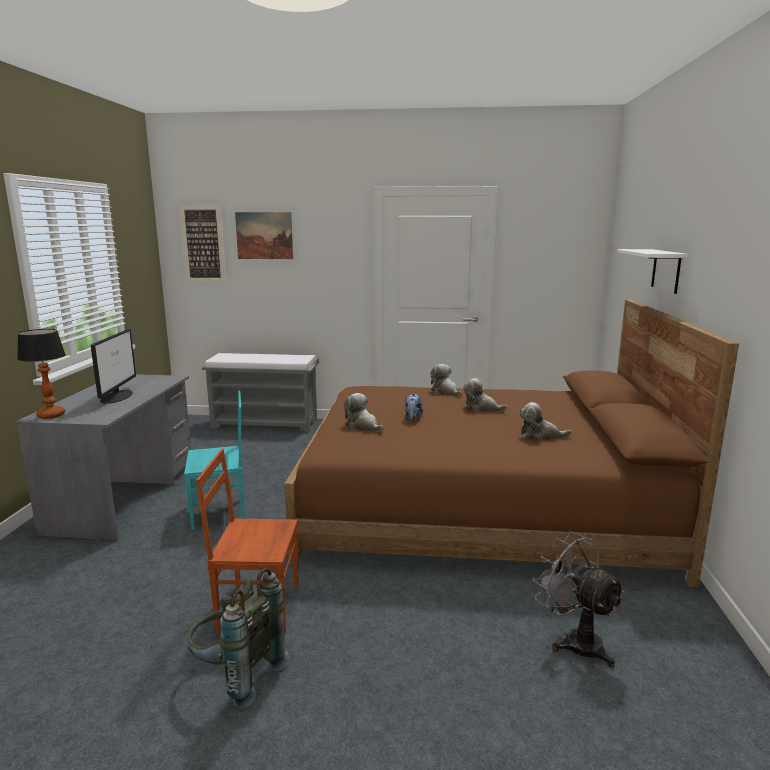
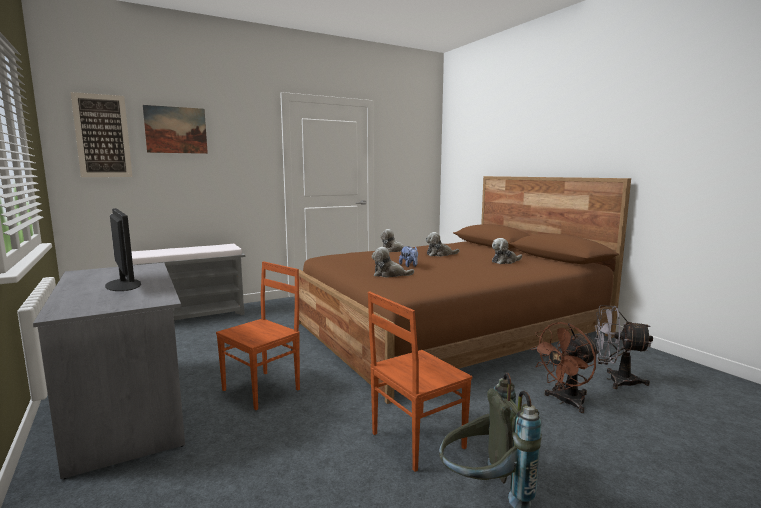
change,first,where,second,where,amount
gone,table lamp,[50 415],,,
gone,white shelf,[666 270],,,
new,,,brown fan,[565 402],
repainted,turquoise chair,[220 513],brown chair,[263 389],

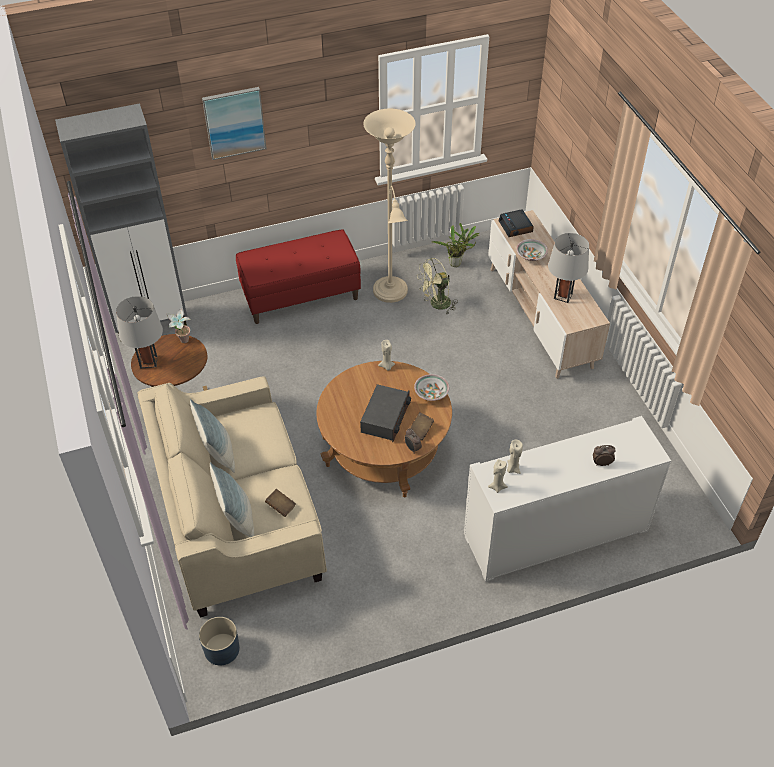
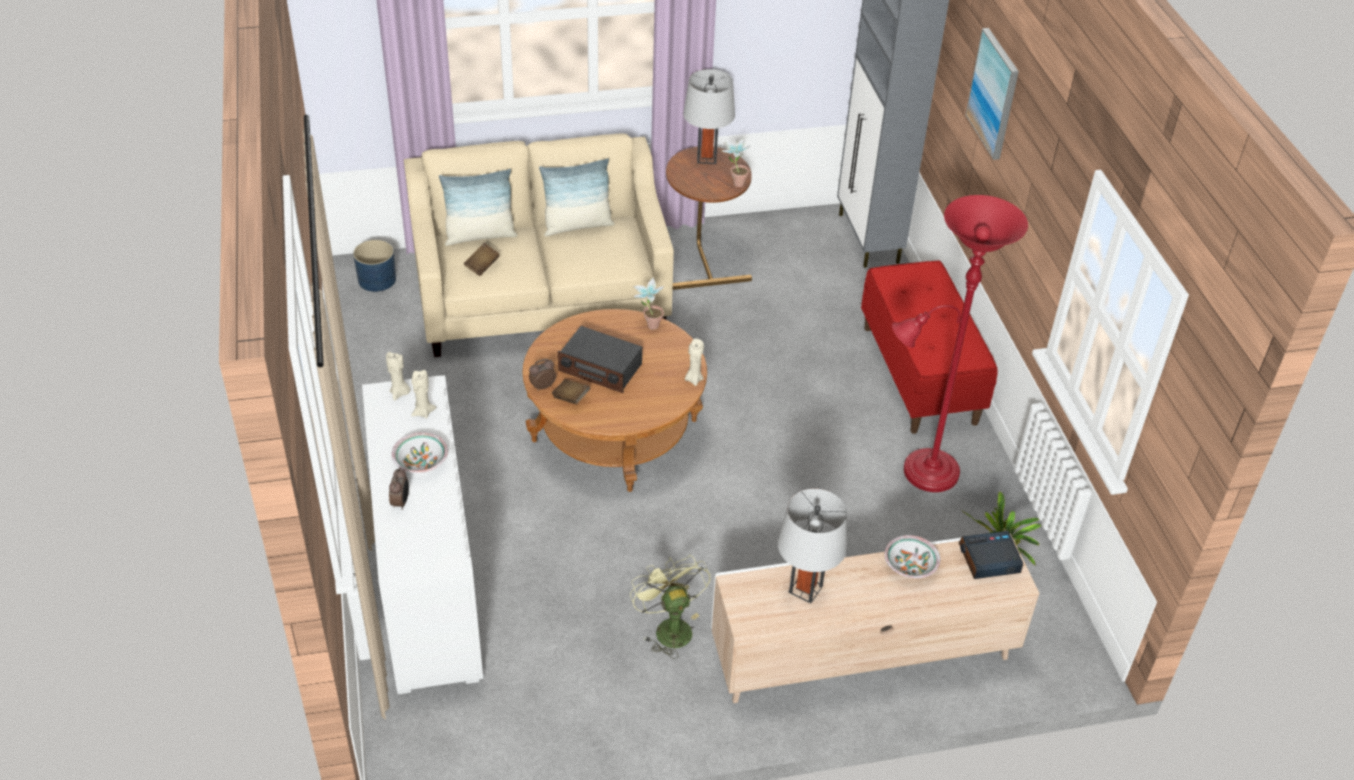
change,first,where,second,where,amount
new,,,potted plant,[648 325],
shifted,bowl,[431 393],,[421 462],
shifted,green fan,[436 305],,[669 627],
repainted,beige floor lamp,[391 294],red floor lamp,[923 472],

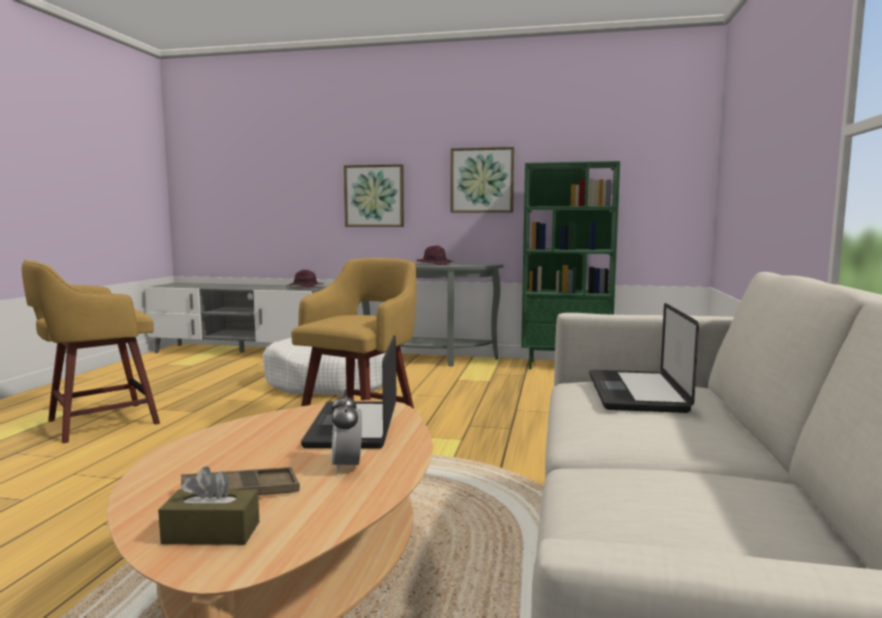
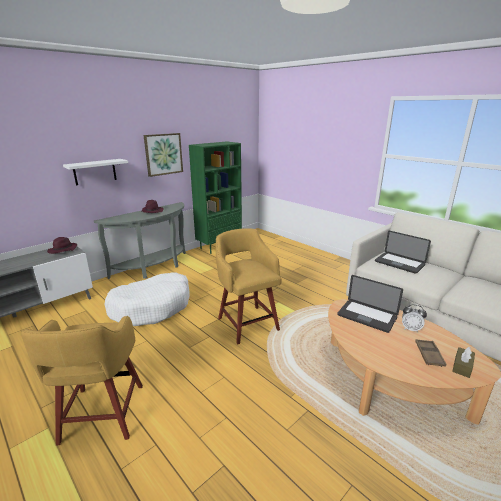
change,first,where,second,where,amount
swapped,picture,[374 196],white shelf,[95 172],

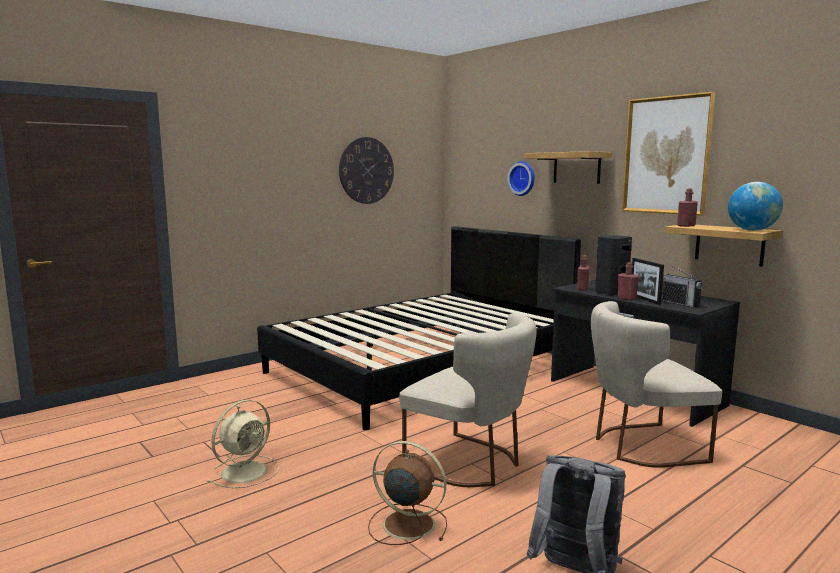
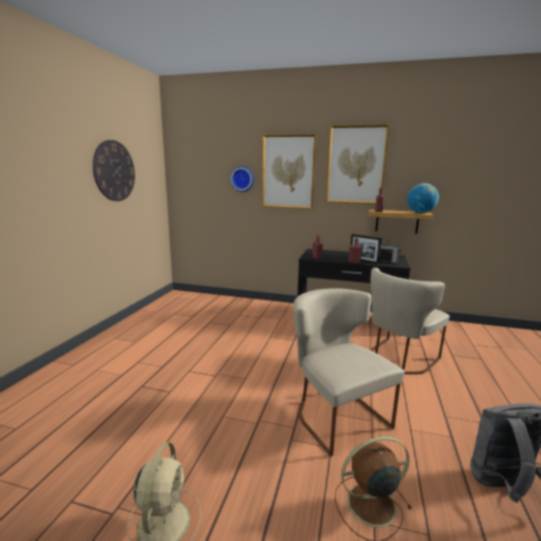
change,first,where,second,where,amount
gone,black bed,[422 367],,,
gone,black speaker,[610 292],,,
swapped,shelf,[576 168],picture,[288 172],
rotated,beige chair,[471 464],,[336 414],120 degrees counterclockwise

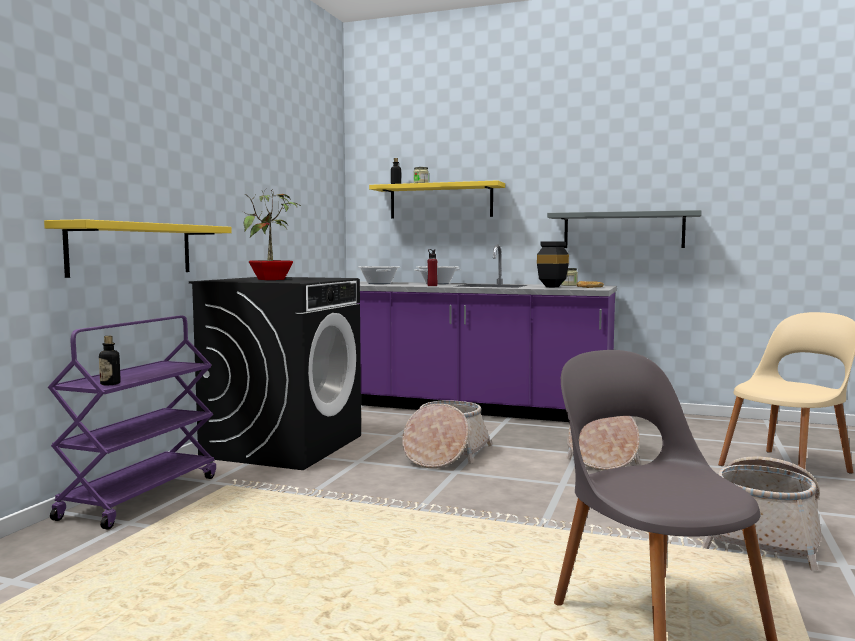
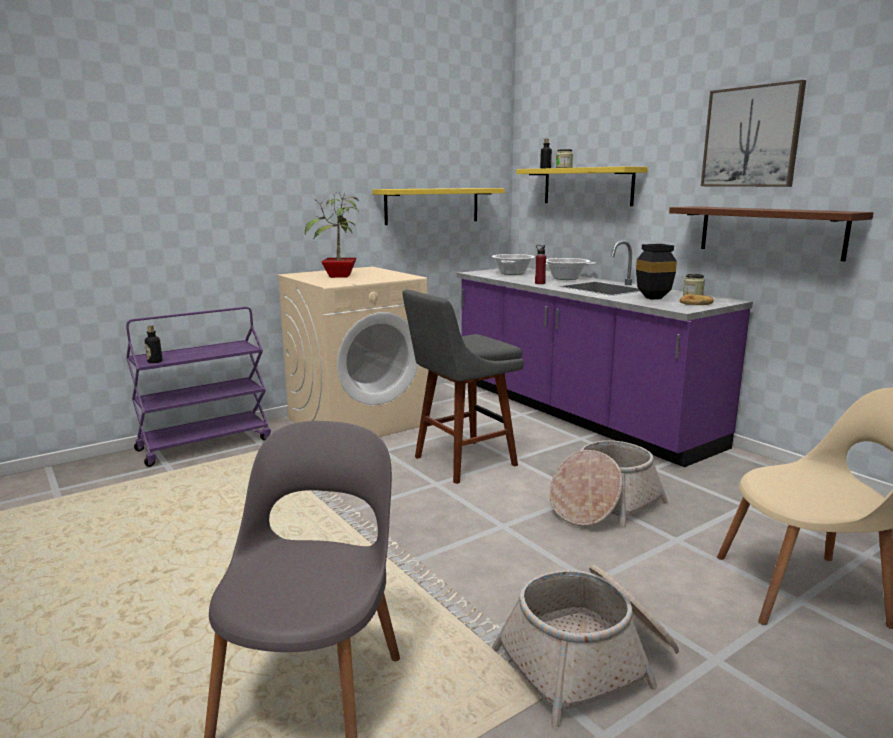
change,first,where,second,where,amount
new,,,picture,[751 137],
shifted,yellow shelf,[132 249],,[432 205],
swapped,basket,[445 454],grey stool,[460 462],
repainted,black washing machine,[284 446],beige washing machine,[358 421],
repainted,grey shelf,[623 230],brown shelf,[770 231],

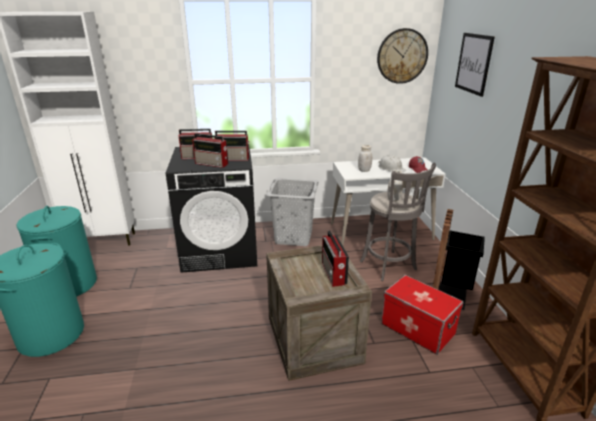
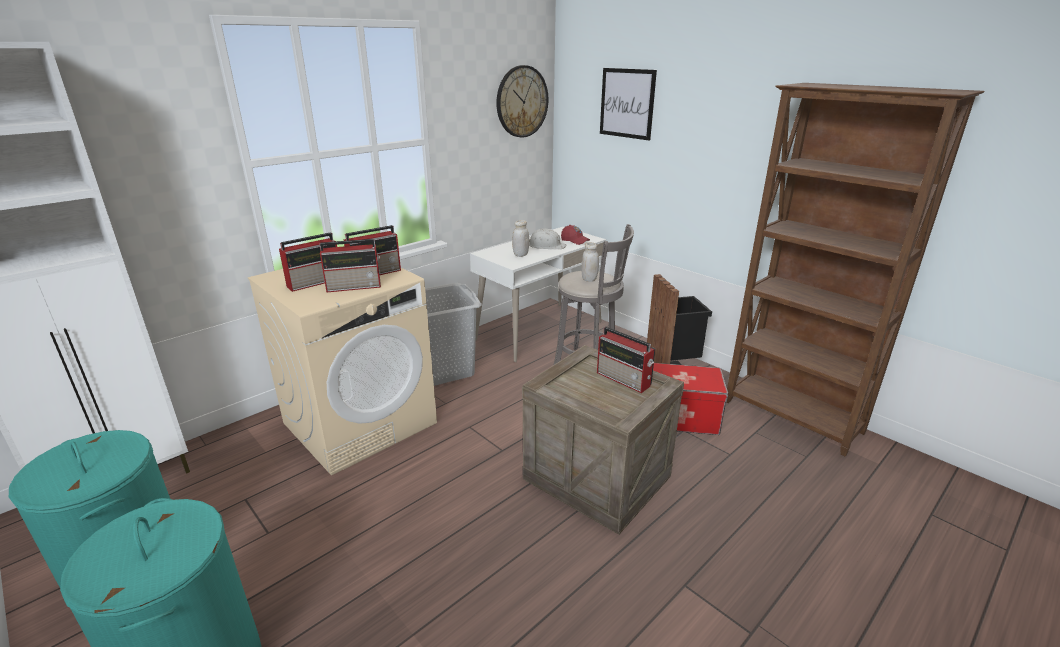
change,first,where,second,where,amount
repainted,black washing machine,[220 250],beige washing machine,[361 422],

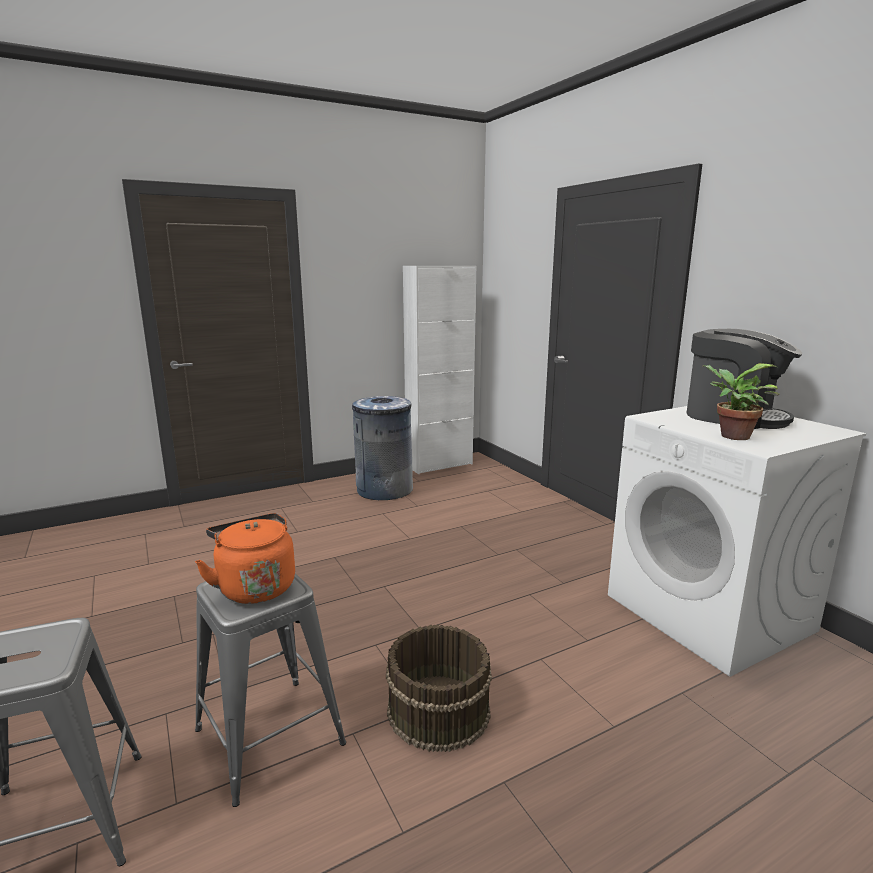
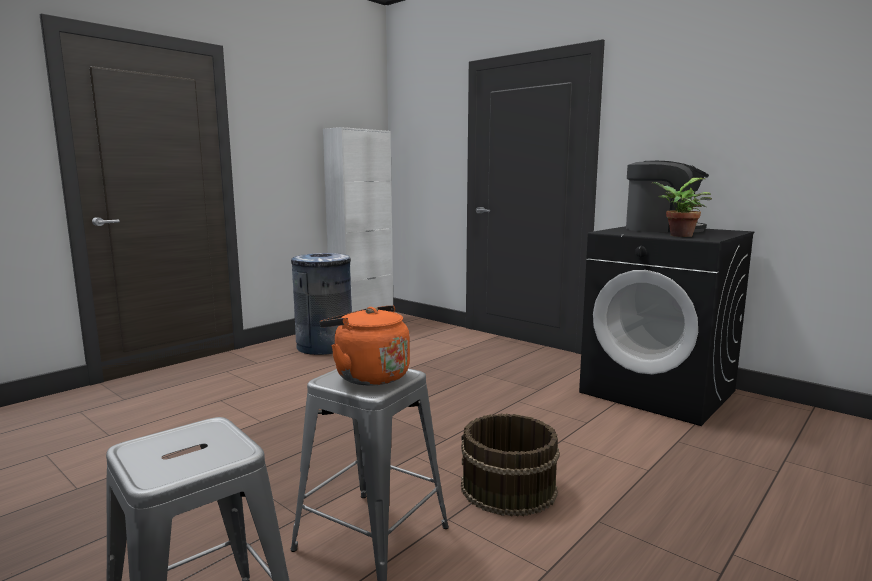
change,first,where,second,where,amount
repainted,white washing machine,[709 613],black washing machine,[658 392],

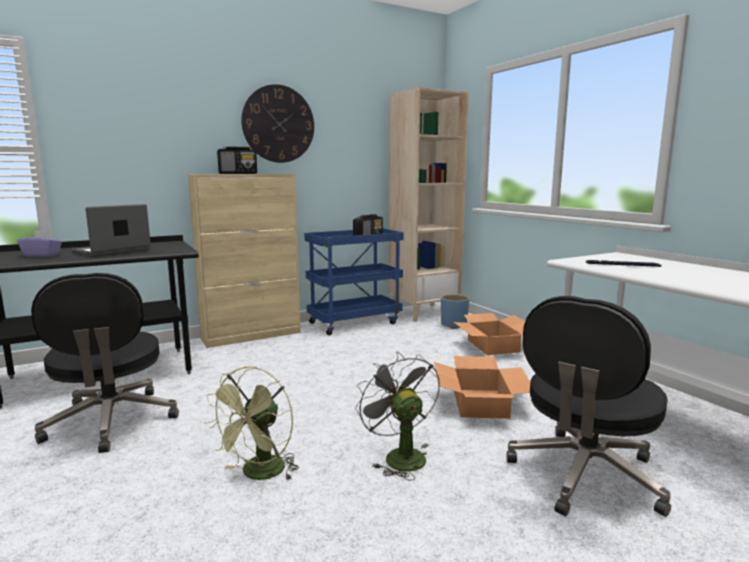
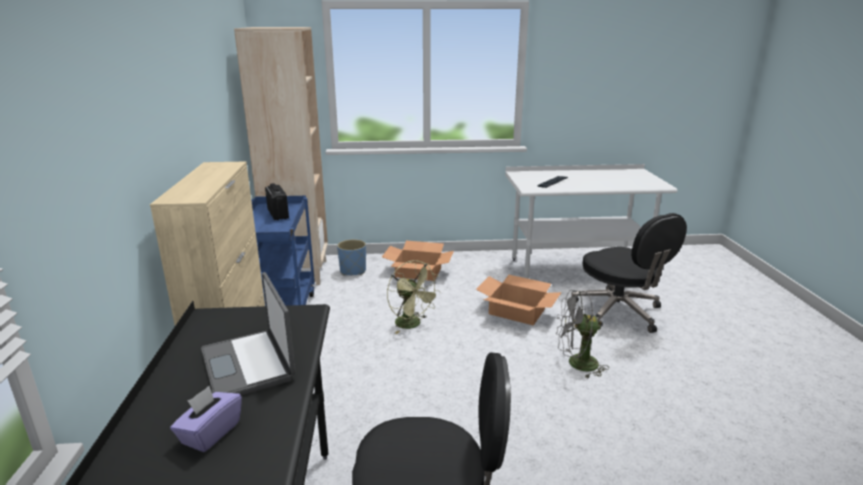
change,first,where,second,where,amount
gone,radio,[238 173],,,
gone,wall clock,[278 124],,,
shifted,green fan,[259 474],,[412 324],

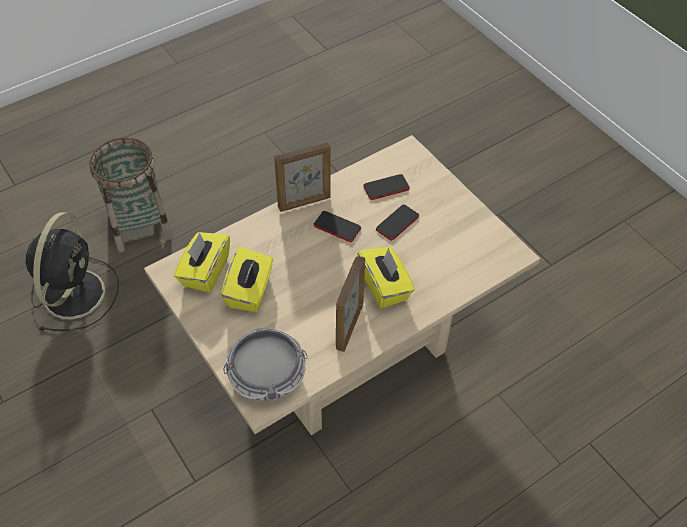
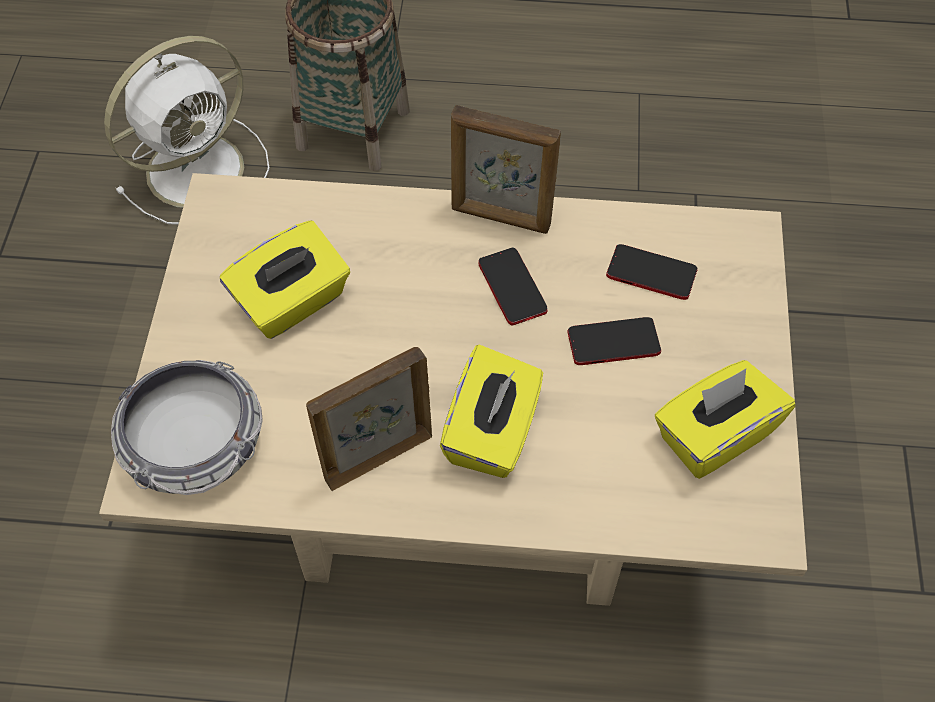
change,first,where,second,where,amount
shifted,yellow tissue box,[205 272],,[714 435],
repainted,black fan,[75 291],white fan,[199 168],

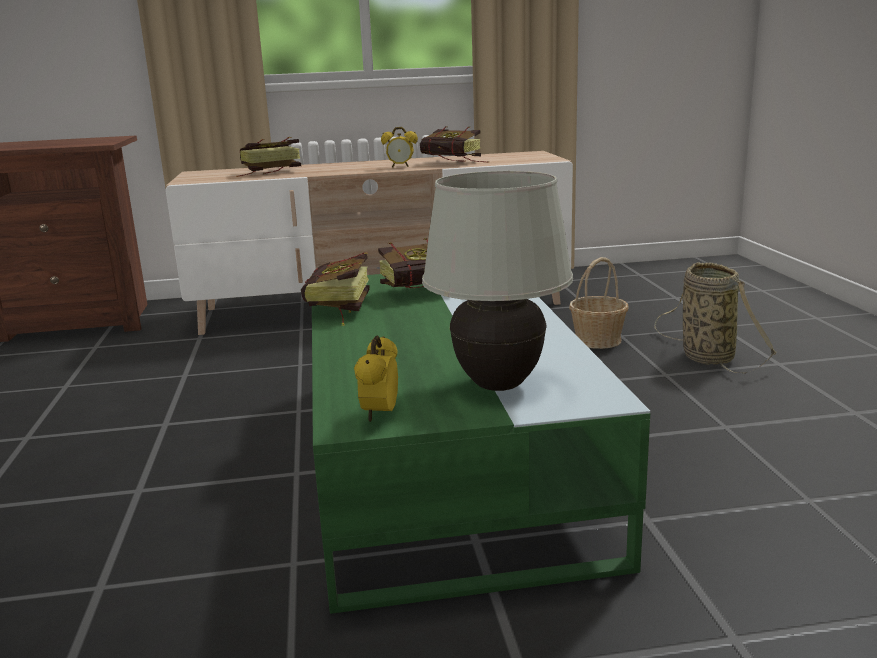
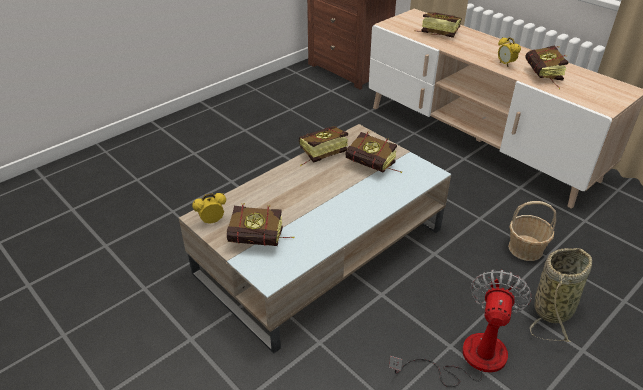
change,first,where,second,where,amount
new,,,fan,[469 358],
swapped,white table lamp,[498 385],book,[262 241],
repainted,green coffee table,[443 458],beige coffee table,[321 250],

